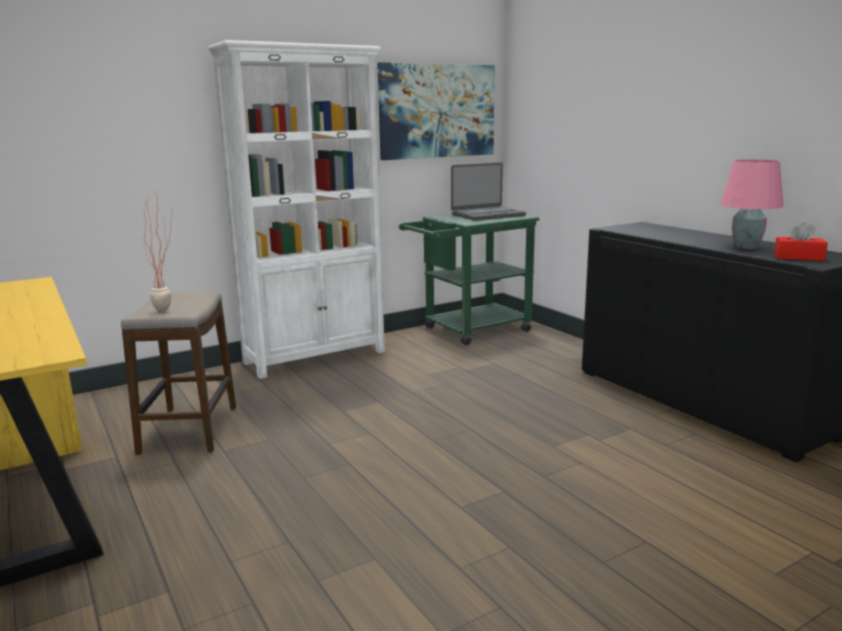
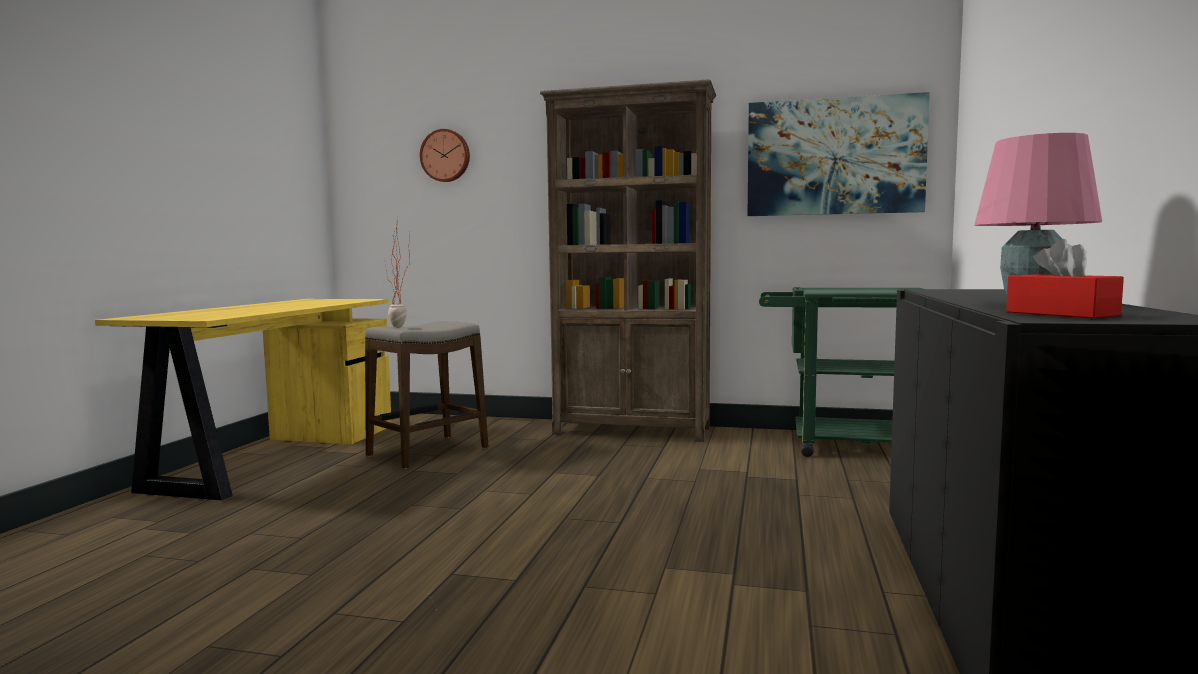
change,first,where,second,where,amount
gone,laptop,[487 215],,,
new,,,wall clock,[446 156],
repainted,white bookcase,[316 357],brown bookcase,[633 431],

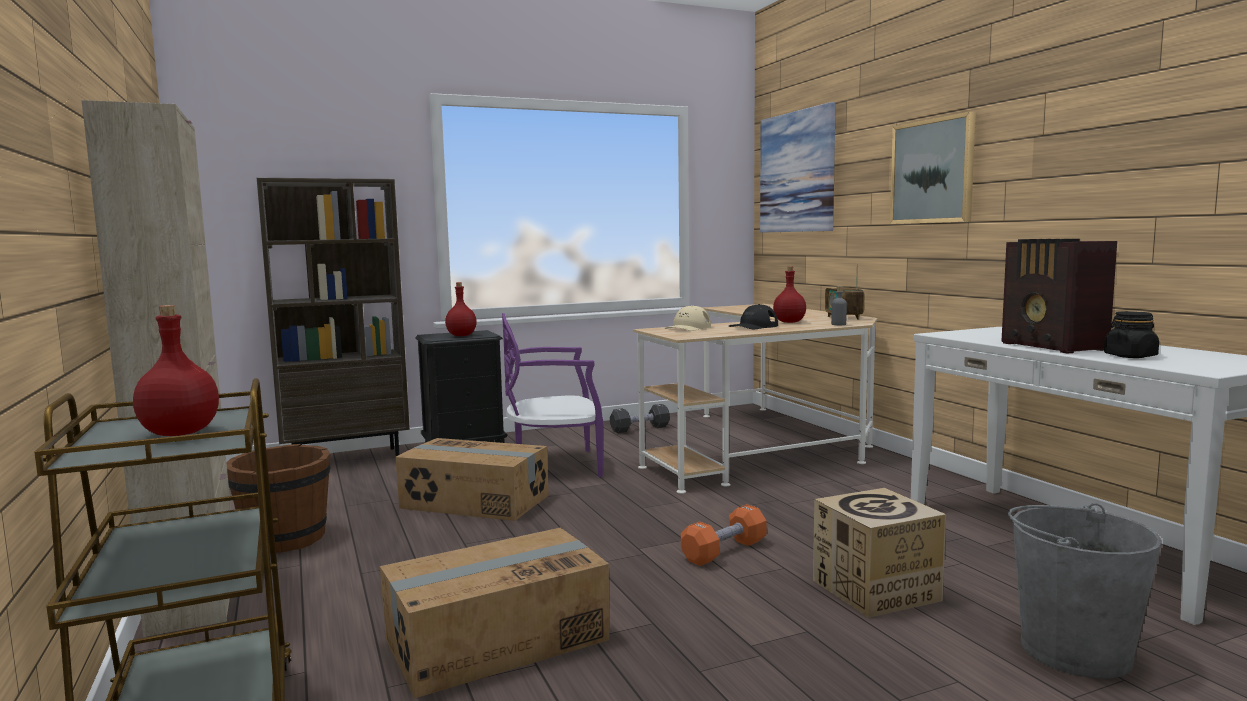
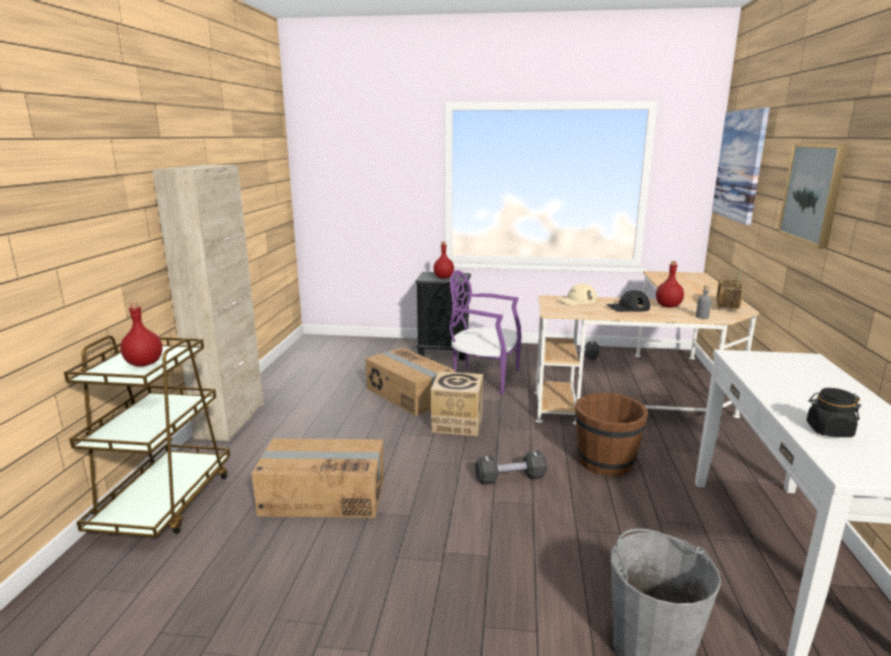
change,first,where,second,where,amount
gone,brown bookcase,[347 459],,,
gone,radio,[1053 347],,,
shifted,brown bucket,[285 540],,[605 462],
shifted,cardboard box,[875 590],,[457 423],
repainted,orange dumbbell,[724 551],black dumbbell,[510 478],

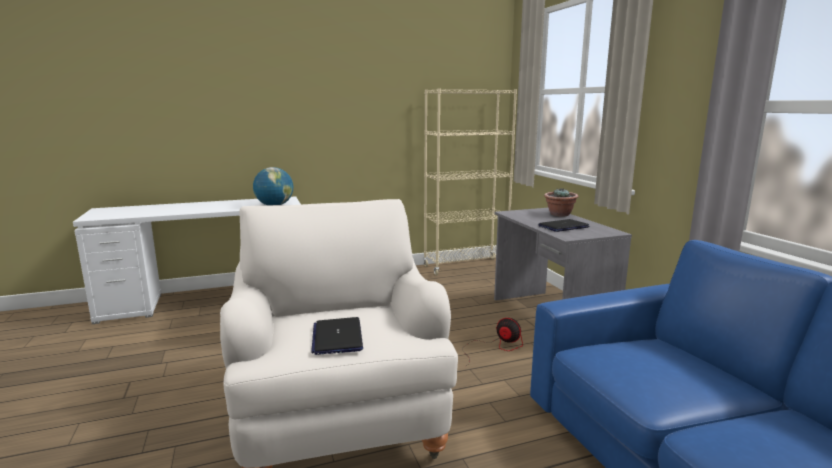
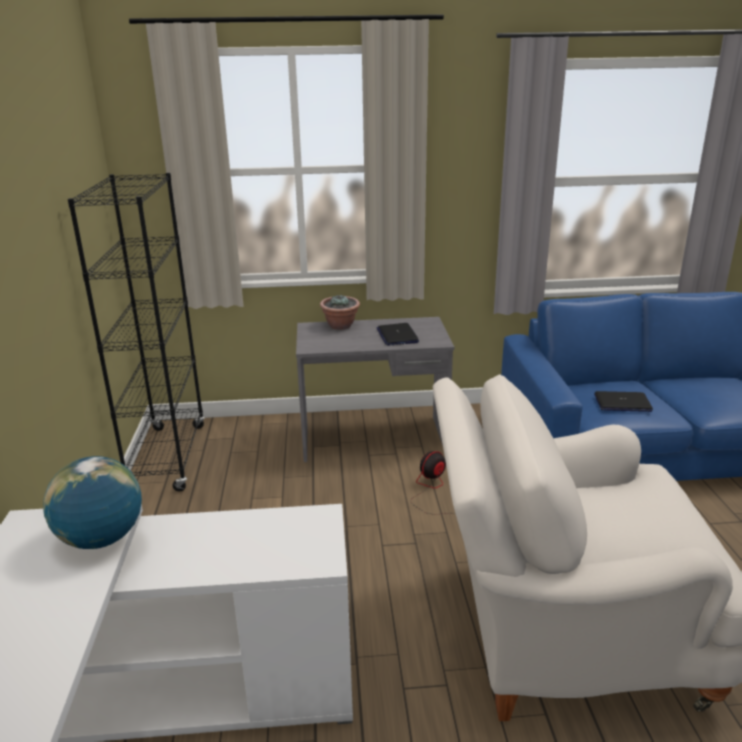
change,first,where,second,where,amount
shifted,laptop,[337 337],,[622 403],
repainted,beige bookcase,[465 266],black bookcase,[168 458],

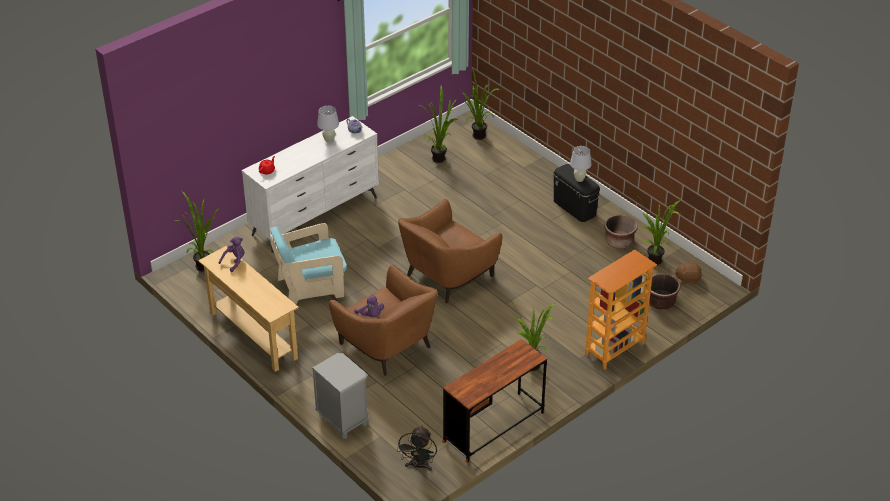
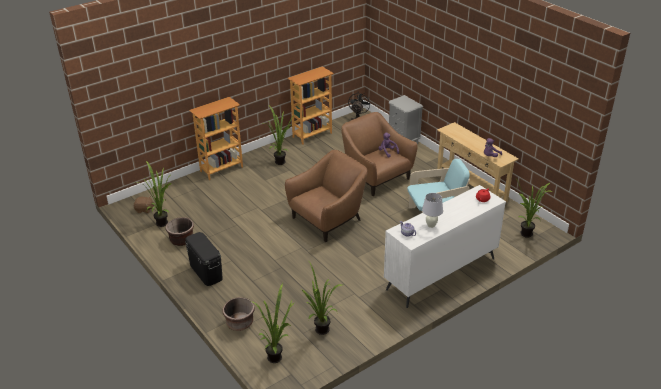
change,first,where,second,where,amount
gone,white table lamp,[579 179],,,
shifted,brown planter,[661 301],,[240 323],
swapped,brown desk,[493 427],bookcase,[312 135],

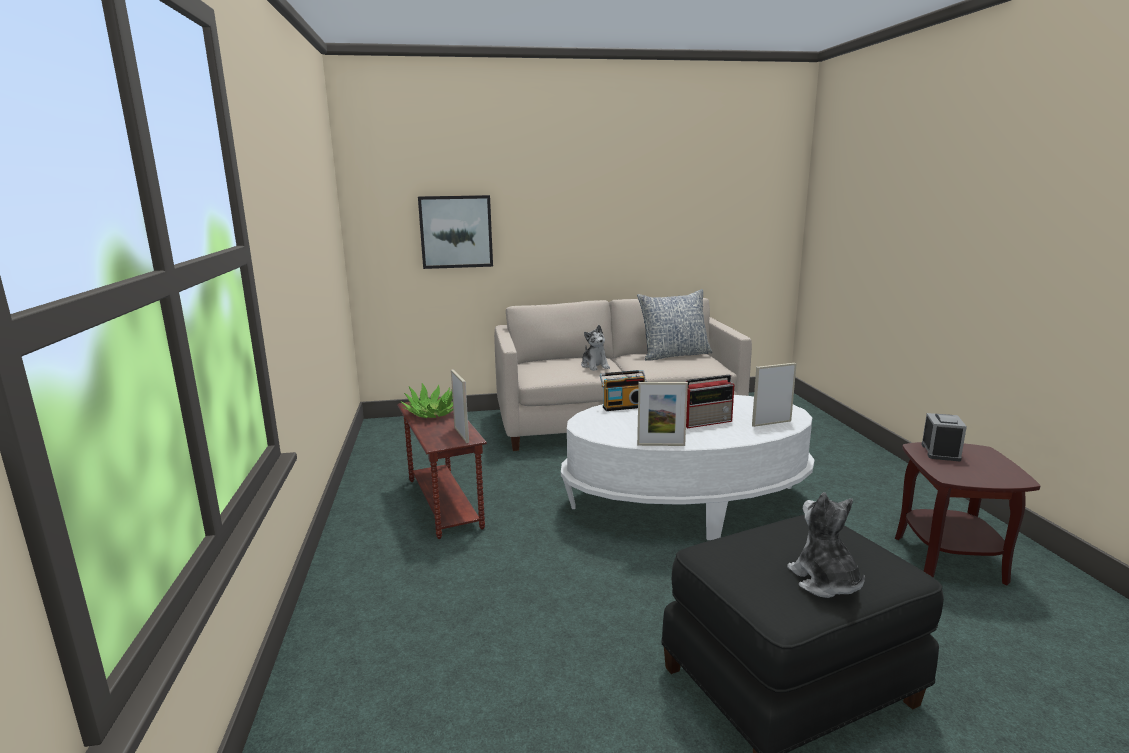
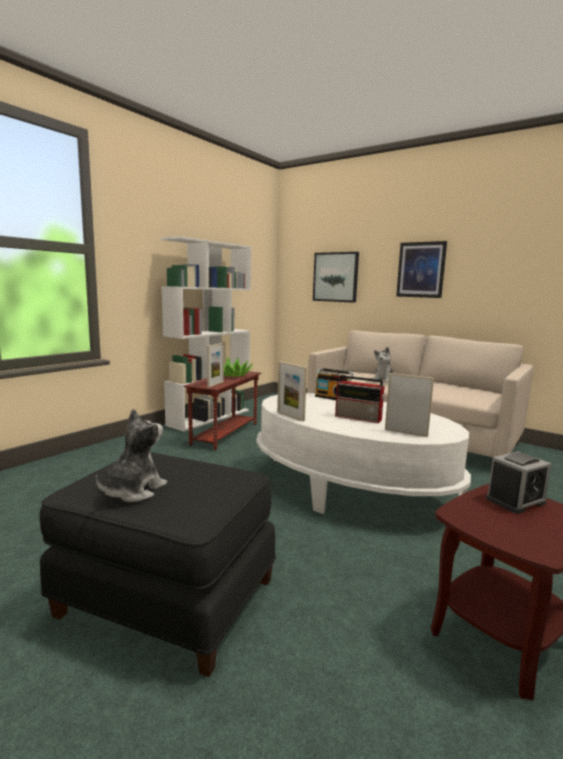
change,first,where,second,where,amount
gone,pillow,[674 355],,,
new,,,white bookcase,[209 417],
new,,,picture,[421 270],

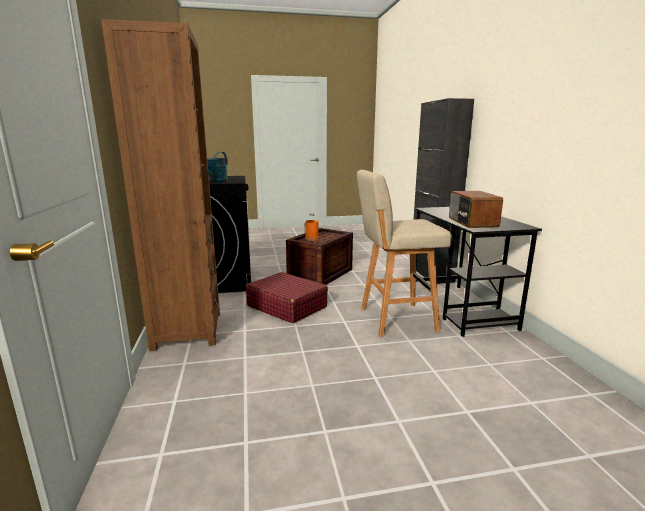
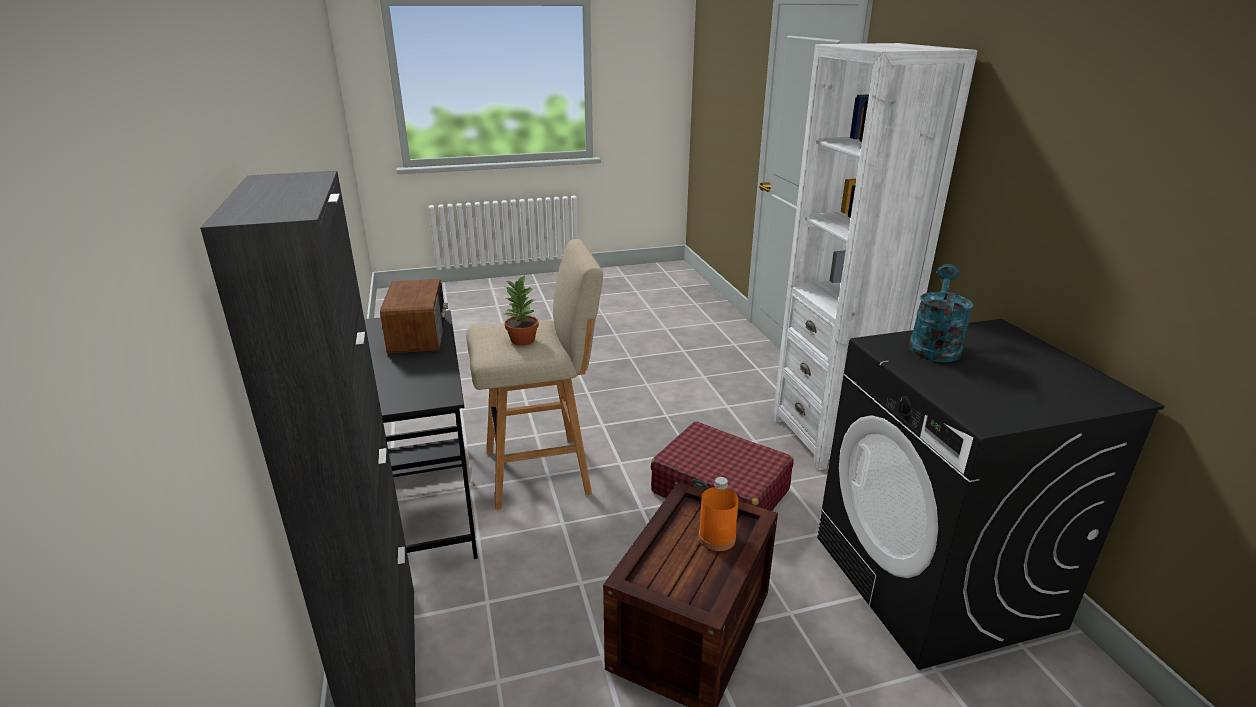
change,first,where,second,where,amount
new,,,potted plant,[522 340],
repainted,brown bookcase,[187 330],white bookcase,[830 436],

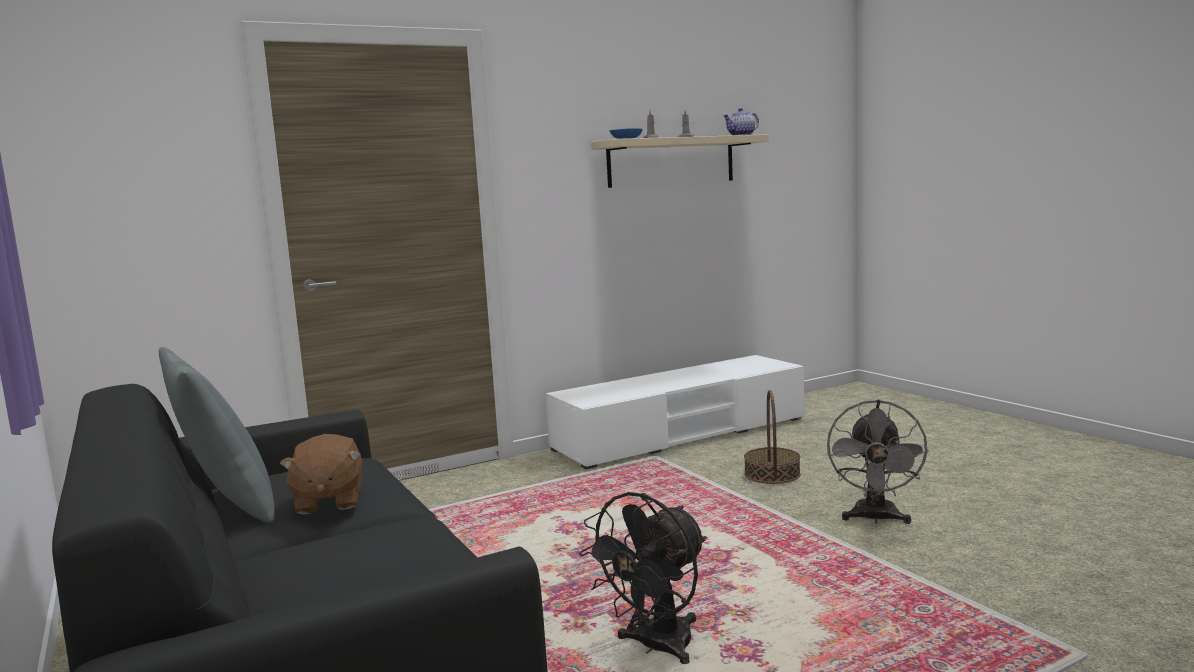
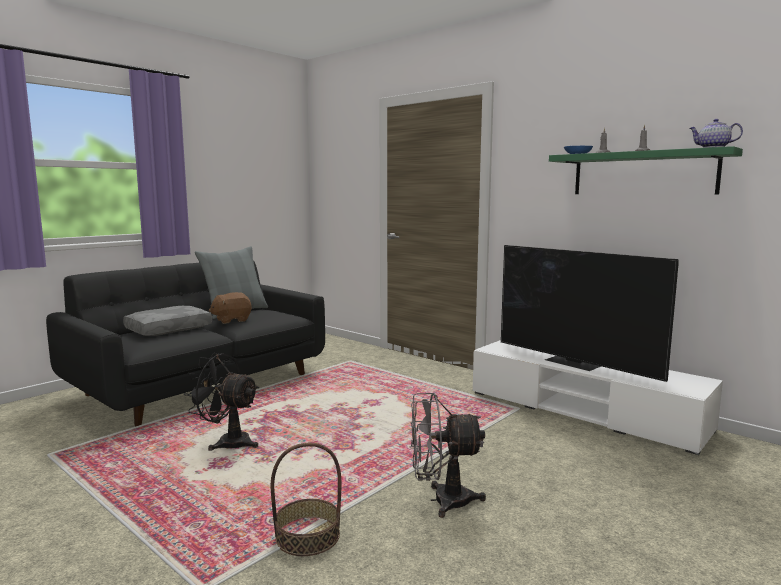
change,first,where,second,where,amount
new,,,grey pillow,[169 329],
new,,,television,[574 362],
shifted,basket,[772 474],,[307 536],
repainted,beige shelf,[671 161],green shelf,[643 173],

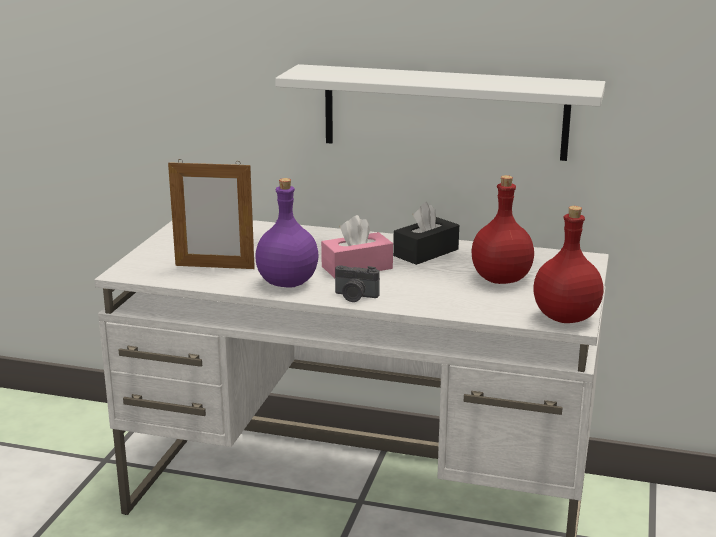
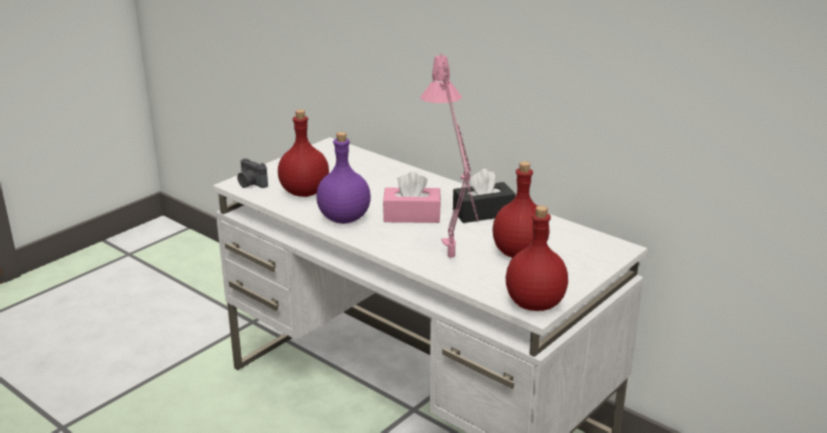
change,first,where,second,where,amount
gone,white shelf,[444 112],,,
new,,,pink table lamp,[454 264],
shifted,photo camera,[355 296],,[251 184],
swapped,picture frame,[214 267],red bottle,[305 192],

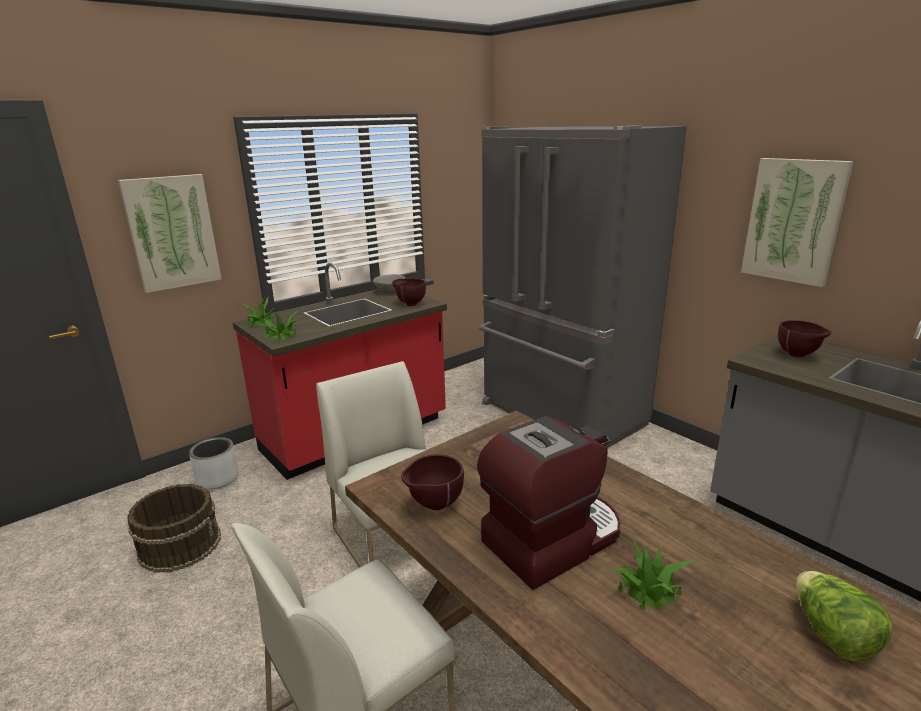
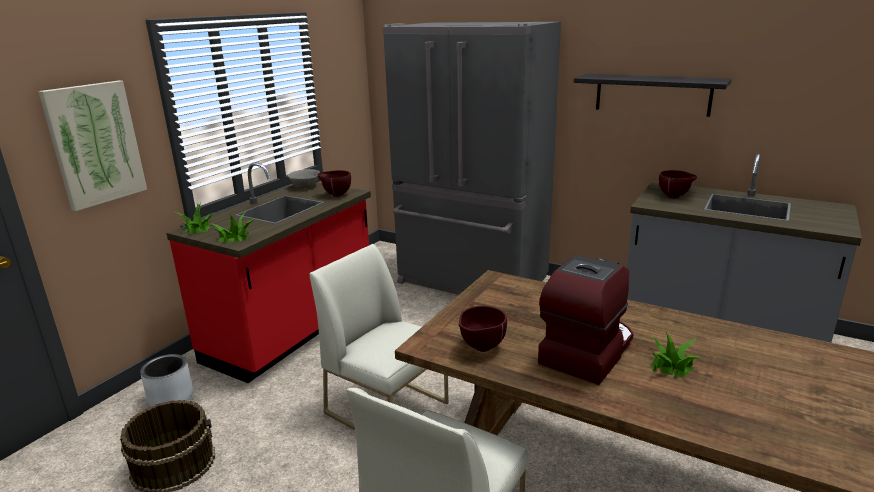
change,first,where,second,where,amount
gone,lettuce,[831 635],,,
swapped,picture,[794 221],black shelf,[652 94],

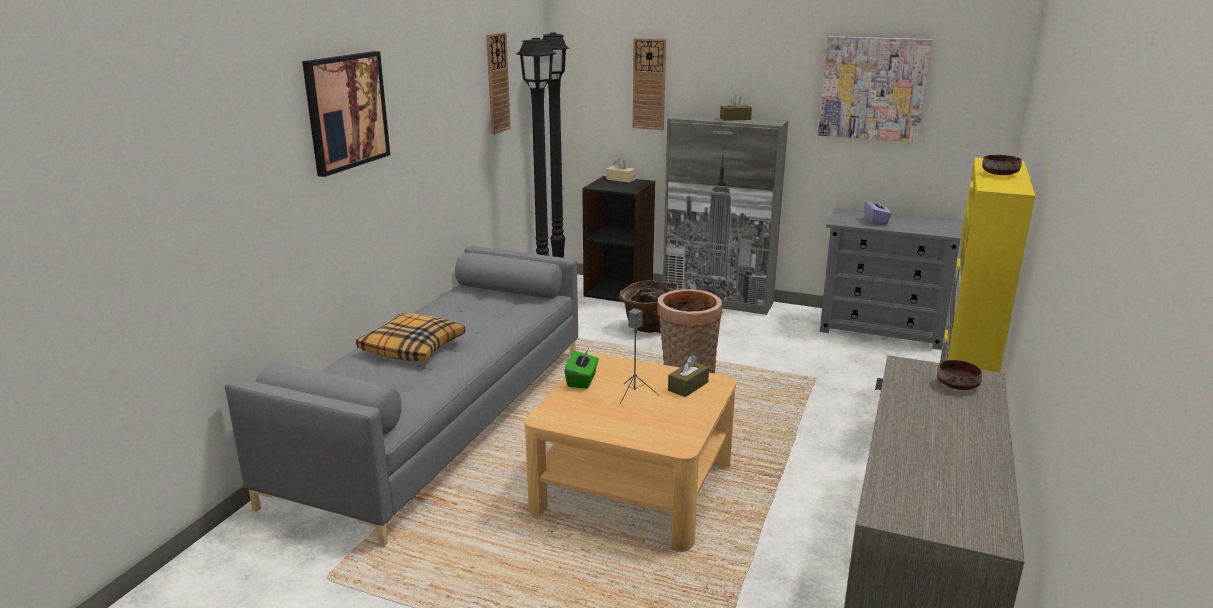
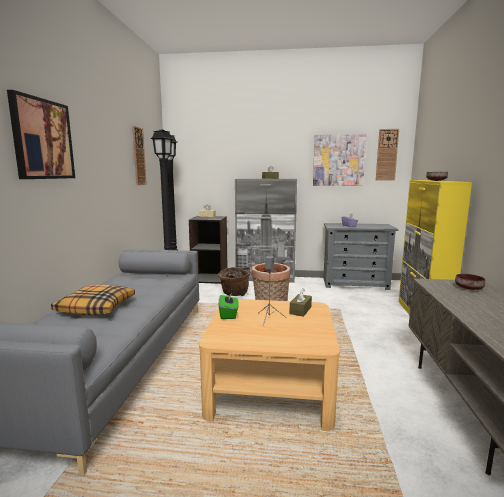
change,first,where,second,where,amount
shifted,wall clock,[649 84],,[387 155],

